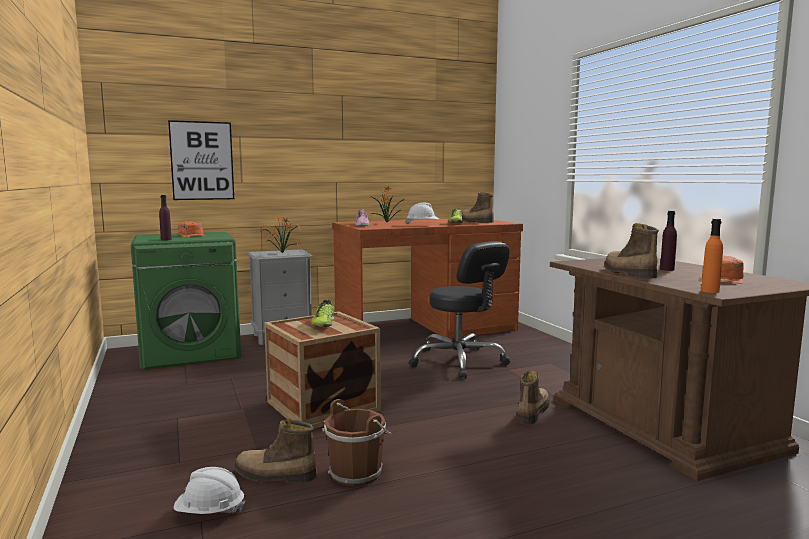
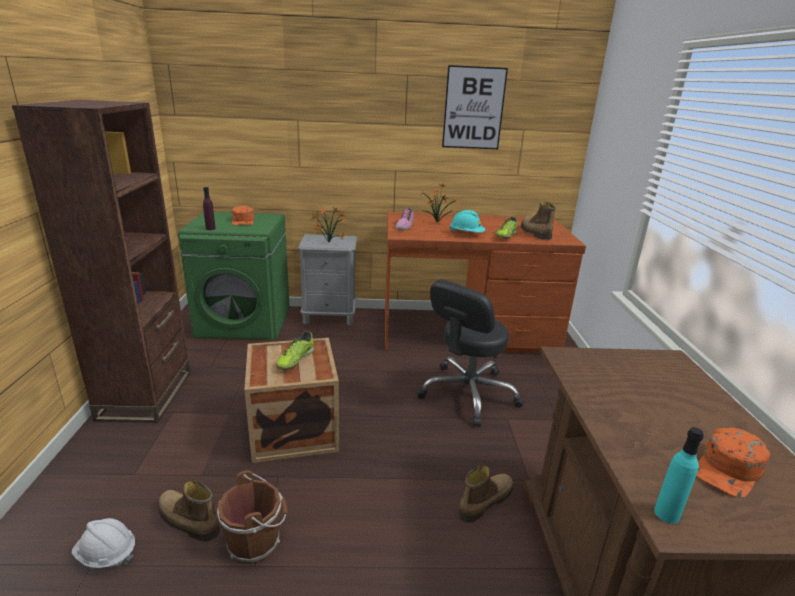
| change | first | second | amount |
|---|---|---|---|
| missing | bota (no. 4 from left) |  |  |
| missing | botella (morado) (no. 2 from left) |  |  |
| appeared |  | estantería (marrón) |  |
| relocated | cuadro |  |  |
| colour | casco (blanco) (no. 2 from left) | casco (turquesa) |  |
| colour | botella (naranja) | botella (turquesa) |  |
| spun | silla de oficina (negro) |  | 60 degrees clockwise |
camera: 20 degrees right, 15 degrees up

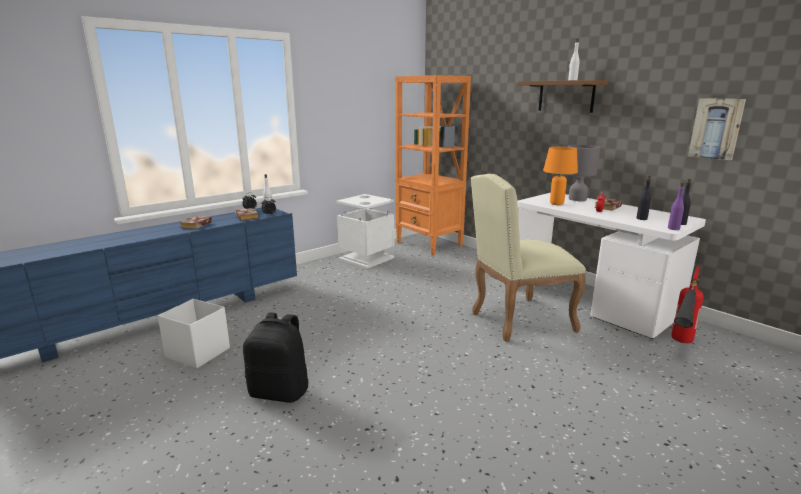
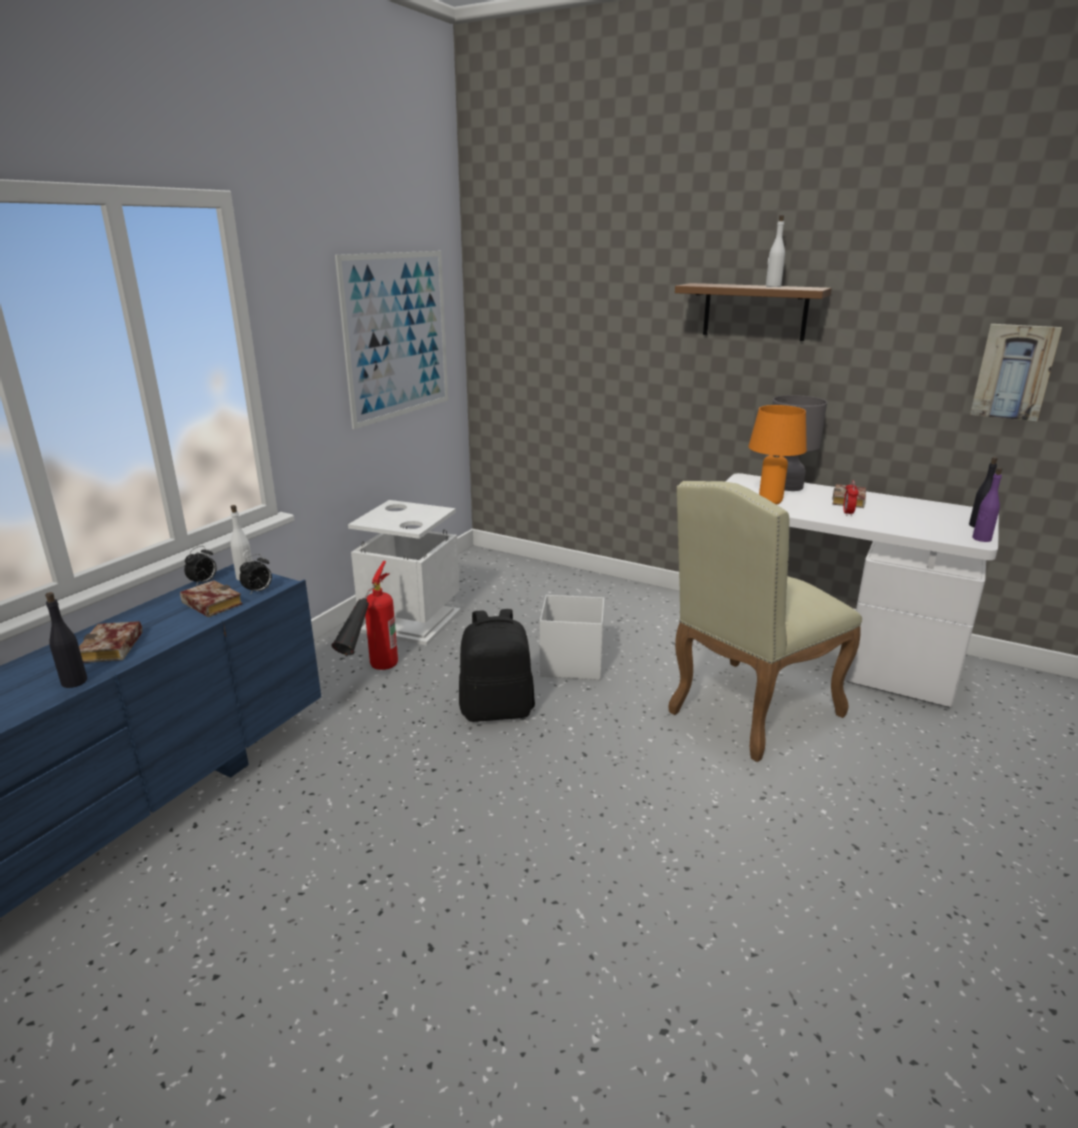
| change | first | second | amount |
|---|---|---|---|
| missing | estantería (naranja) |  |  |
| appeared |  | cuadro (no. 1 from left) |  |
| relocated | caja de almacenaje (blanco) |  |  |
| relocated | mochila (negro) |  |  |
| relocated | botella (negro) (no. 1 from left) |  |  |
| relocated | extintor |  |  |
camera: 20 degrees left, 5 degrees up

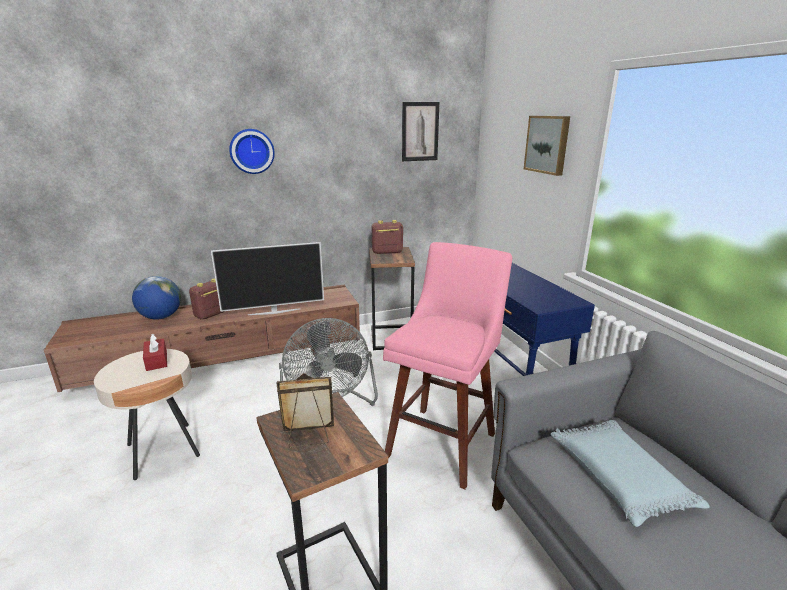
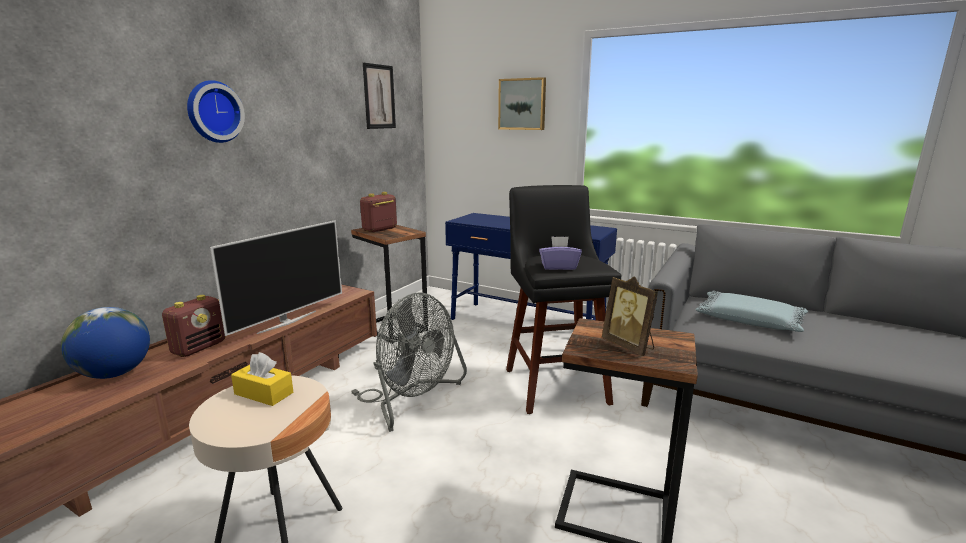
| change | first | second | amount |
|---|---|---|---|
| appeared |  | caja de pañuelos (morado) |  |
| colour | caja de pañuelos (rojo) | caja de pañuelos (amarillo) |  |
| colour | taburete (rosa) | taburete (negro) |  |
| spun | radio (no. 1 from left) |  | 150 degrees counterclockwise |
| spun | portarretratos |  | 75 degrees counterclockwise |
camera: 40 degrees left, 5 degrees down

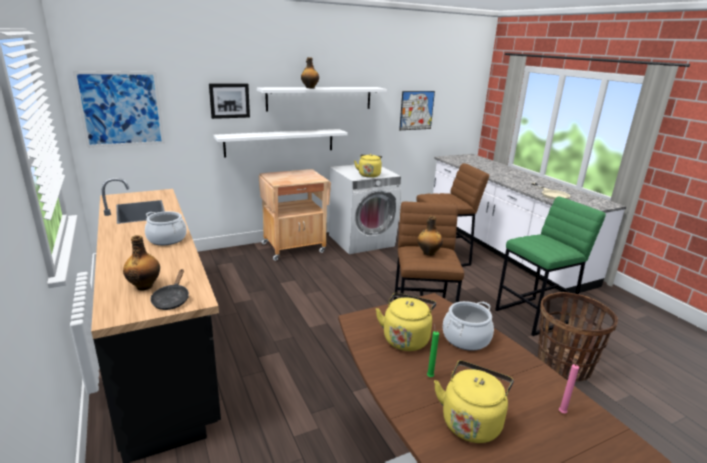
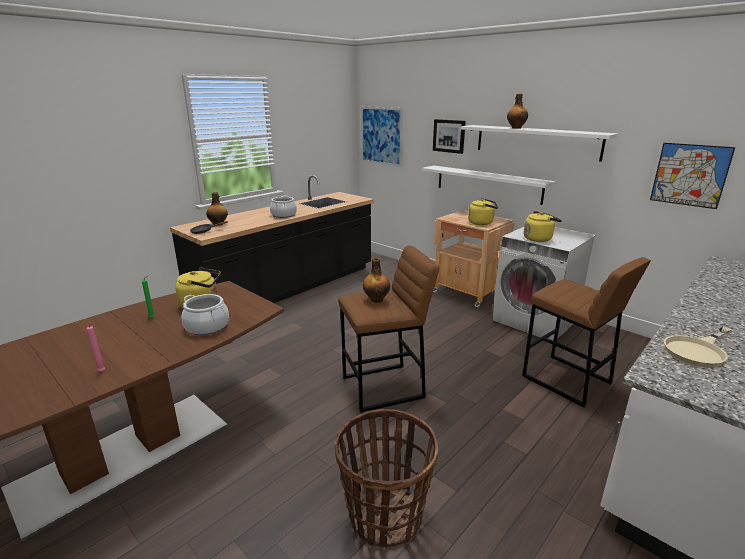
| change | first | second | amount |
|---|---|---|---|
| missing | taburete (verde) |  |  |
| relocated | hervidor (amarillo) (no. 3 from left in the first image) | hervidor (amarillo) (no. 2 from left) |  |
camera: 70 degrees right, 0 degrees up

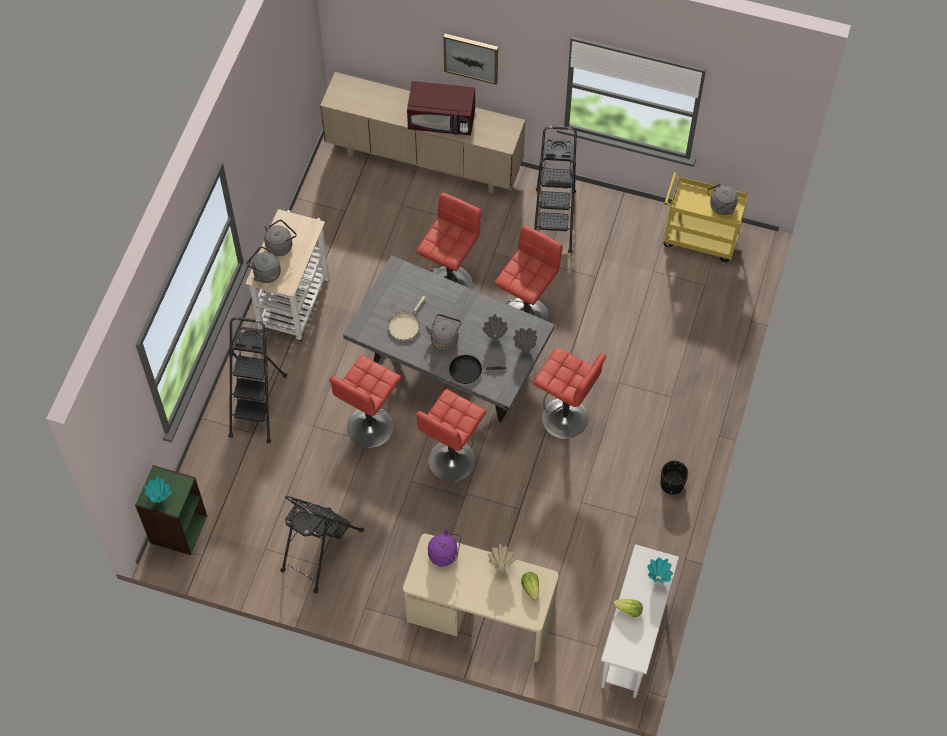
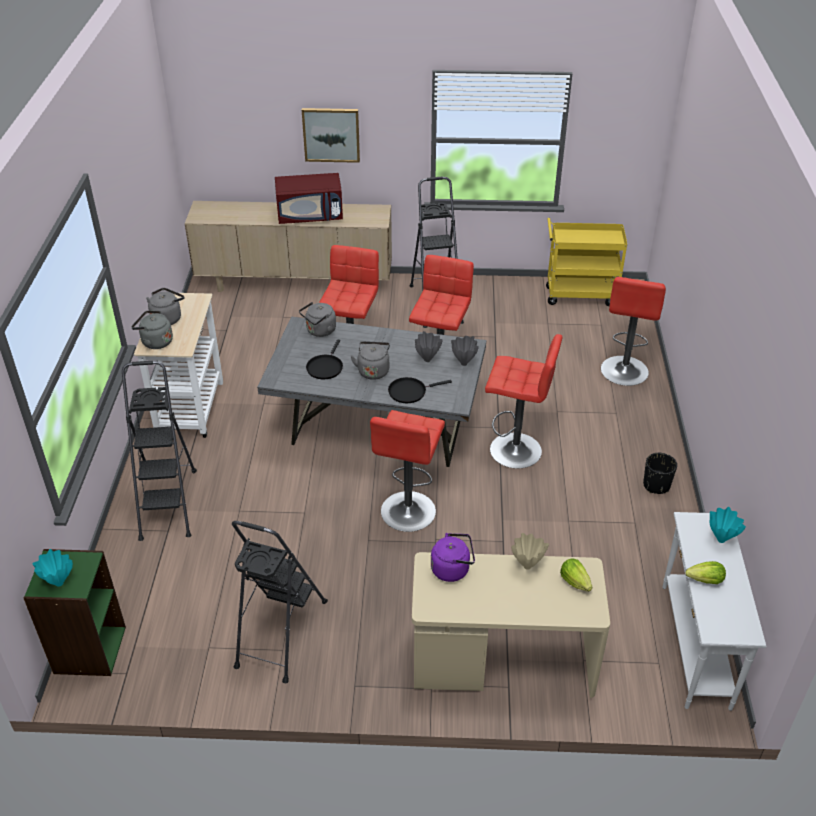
| change | first | second | amount |
|---|---|---|---|
| relocated | taburete (rojo) (no. 1 from left in the first image) | taburete (rojo) (no. 5 from left) |  |
| relocated | hervidor (gris) (no. 4 from left in the first image) | hervidor (gris) (no. 3 from left) |  |
| colour | sartén (beis) | sartén (negro) (no. 1 from left) |  |
camera: 15 degrees left, 20 degrees down

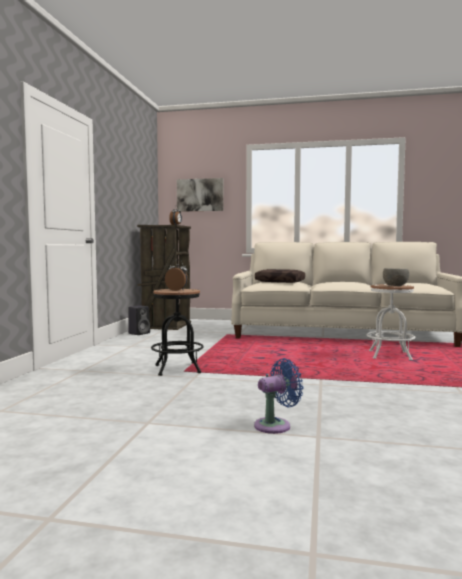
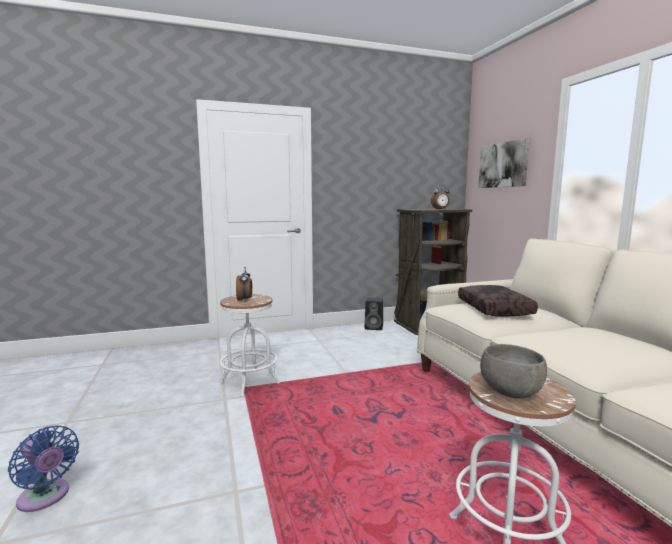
| change | first | second | amount |
|---|---|---|---|
| colour | taburete (negro) | taburete (blanco) (no. 1 from left) |  |
camera: 60 degrees right, 5 degrees up

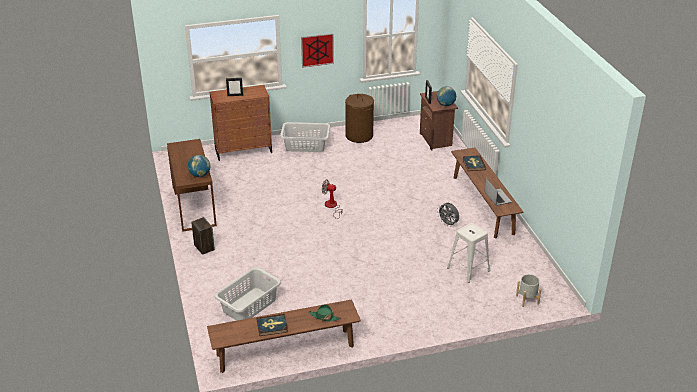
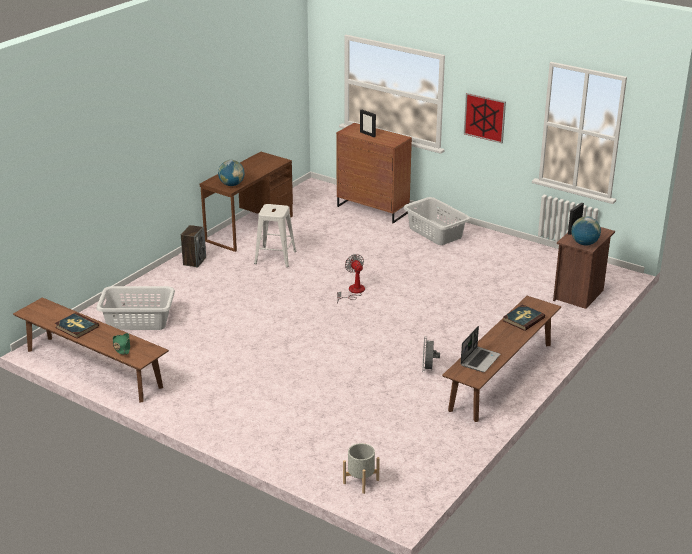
| change | first | second | amount |
|---|---|---|---|
| missing | cesto de la ropa (marrón) |  |  |
| relocated | taburete (blanco) |  |  |
camera: 50 degrees right, 5 degrees down

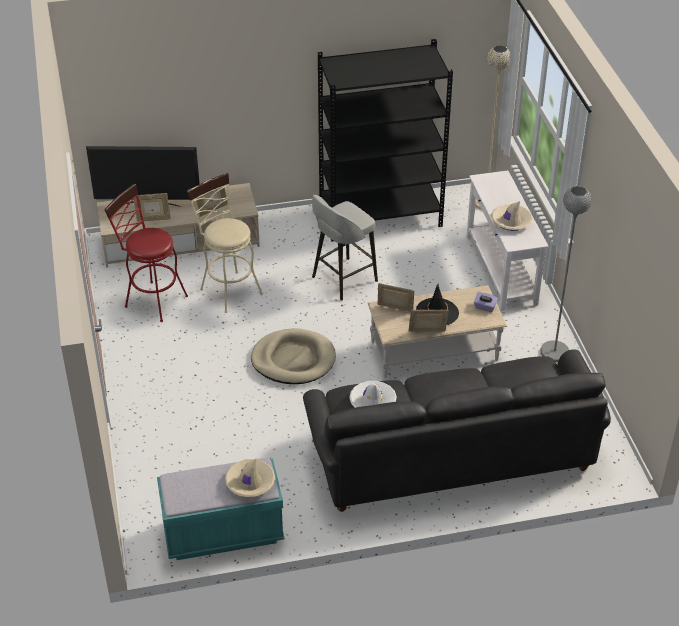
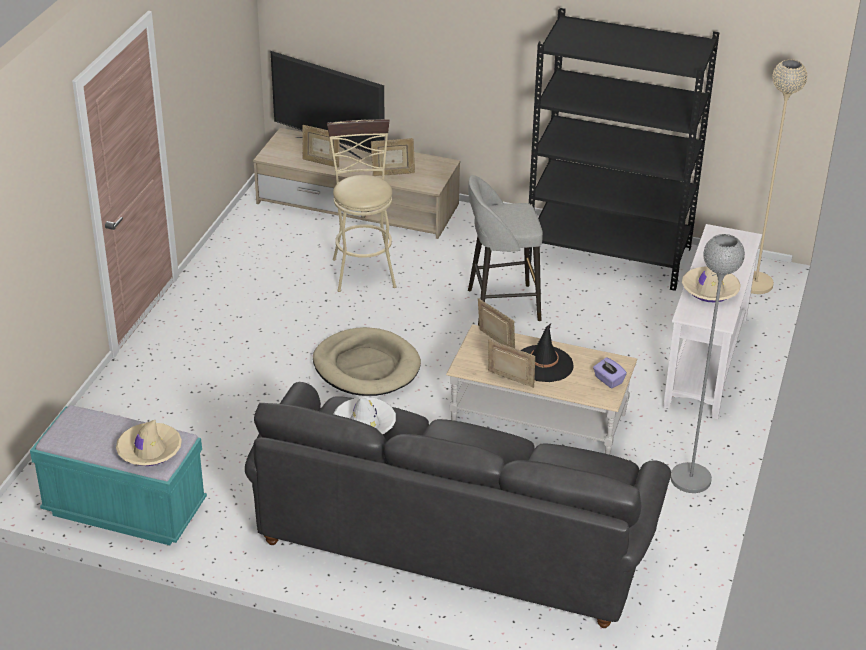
| change | first | second | amount |
|---|---|---|---|
| missing | taburete (rojo) |  |  |
camera: 30 degrees right, 5 degrees down

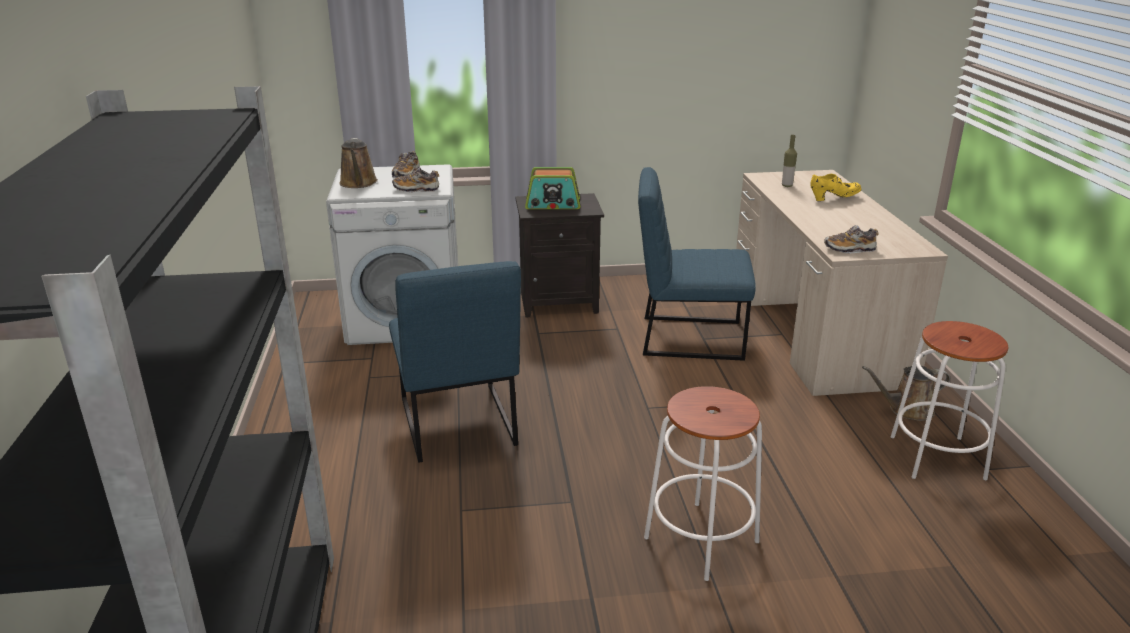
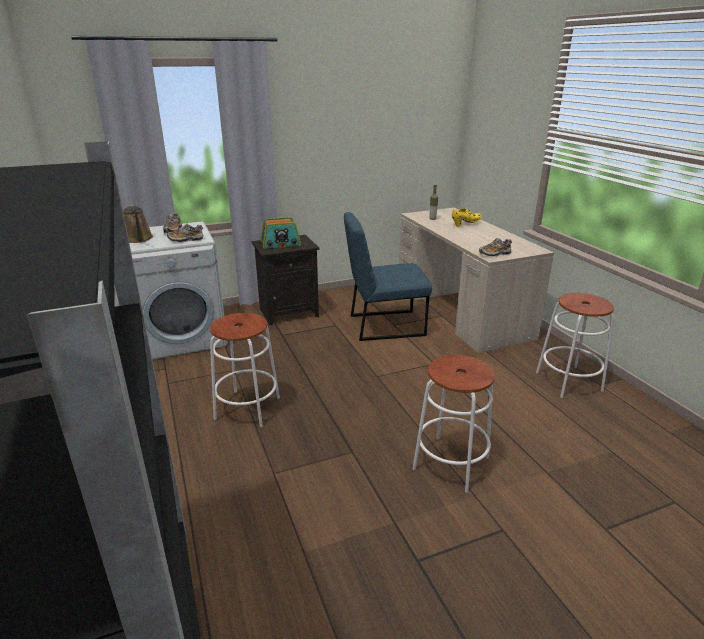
| change | first | second | amount |
|---|---|---|---|
| missing | regadera (marrón) (no. 2 from left) |  |  |
| exchanged | silla (azul) (no. 1 from left) | taburete (blanco) (no. 1 from left) |  |
camera: 15 degrees left, 0 degrees up

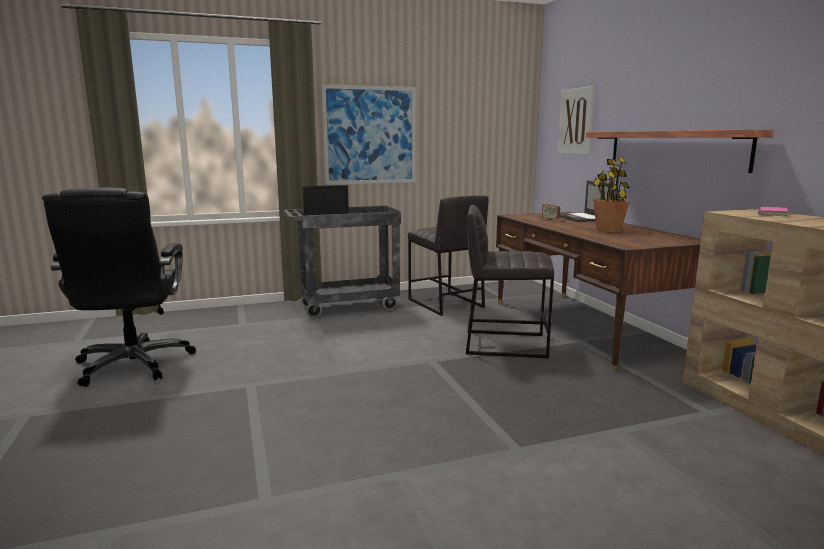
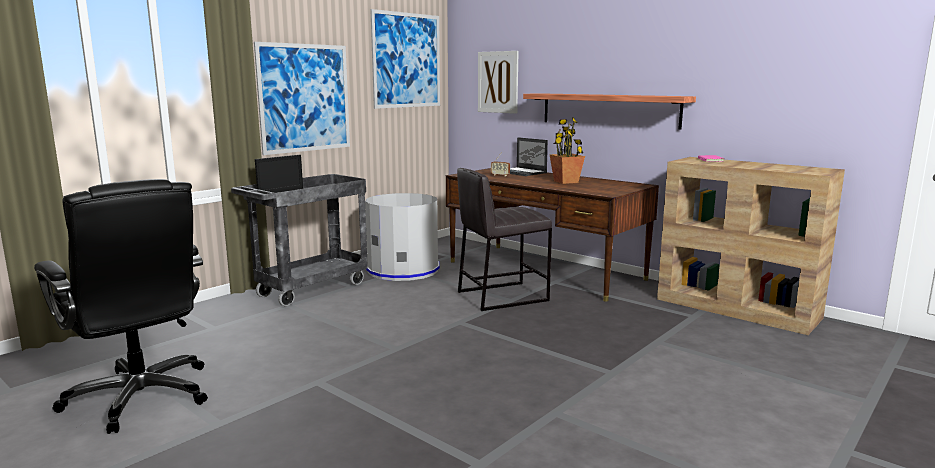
| change | first | second | amount |
|---|---|---|---|
| appeared |  | cuadro (no. 2 from left) |  |
| exchanged | taburete (gris) (no. 1 from left) | papelera (gris) |  |
camera: 30 degrees left, 0 degrees up

